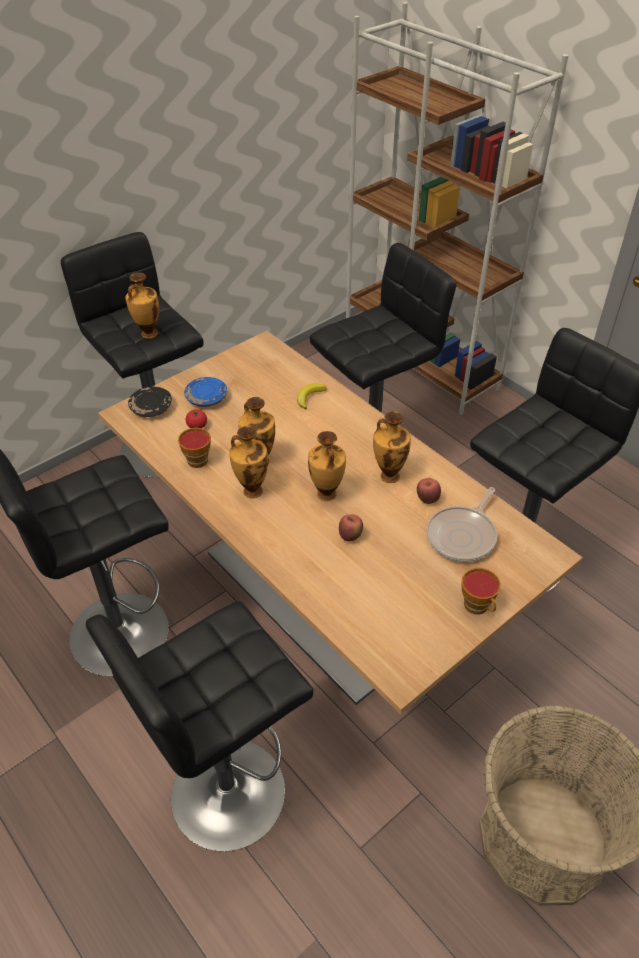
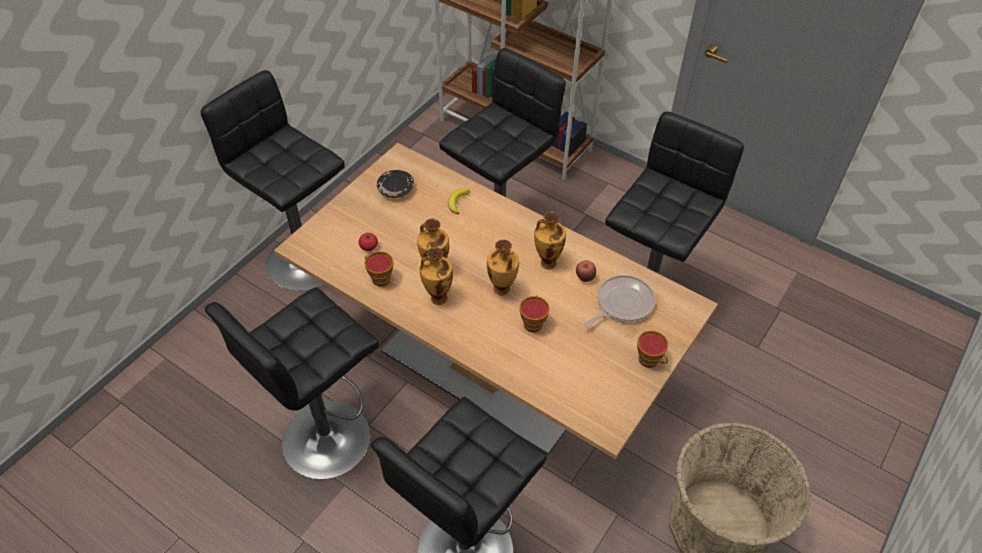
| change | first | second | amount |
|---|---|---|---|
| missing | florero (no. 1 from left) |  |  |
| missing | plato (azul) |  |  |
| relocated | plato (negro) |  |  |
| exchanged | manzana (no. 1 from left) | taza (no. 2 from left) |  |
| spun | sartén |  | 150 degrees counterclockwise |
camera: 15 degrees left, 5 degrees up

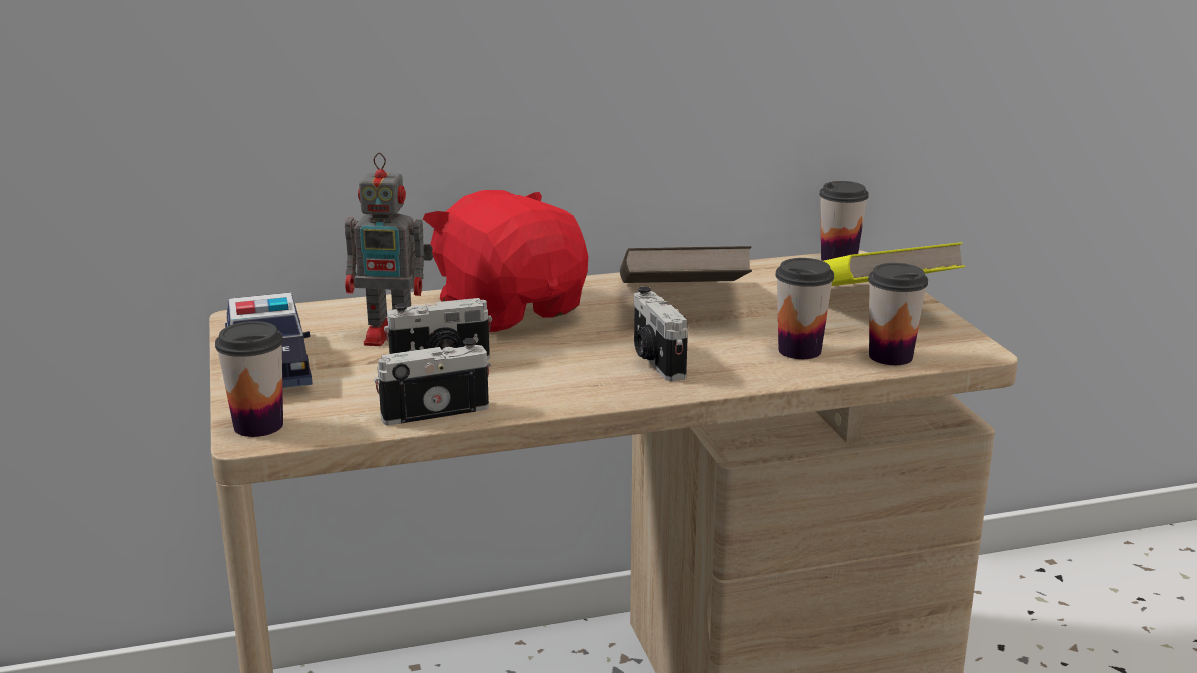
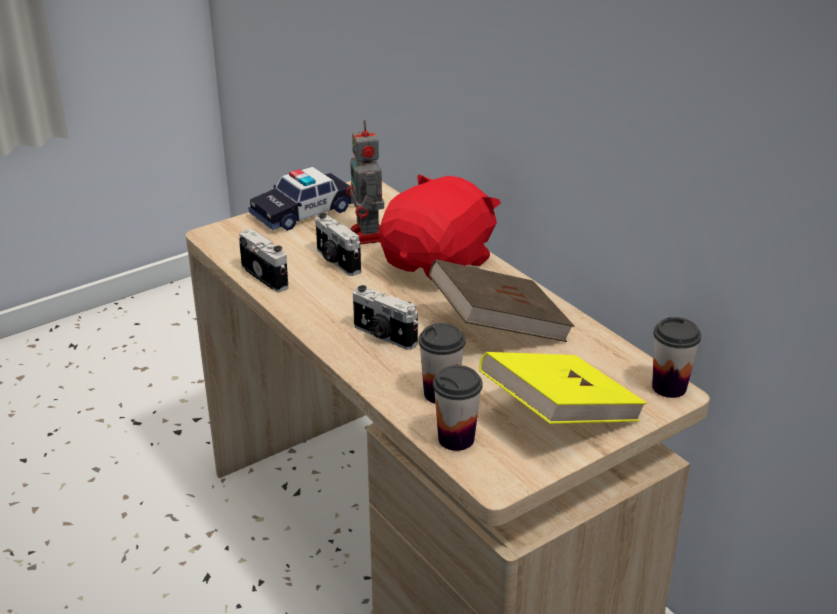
| change | first | second | amount |
|---|---|---|---|
| missing | taza (no. 1 from left) |  |  |
| spun | cámara (no. 3 from left) |  | 105 degrees counterclockwise |
camera: 70 degrees right, 10 degrees up

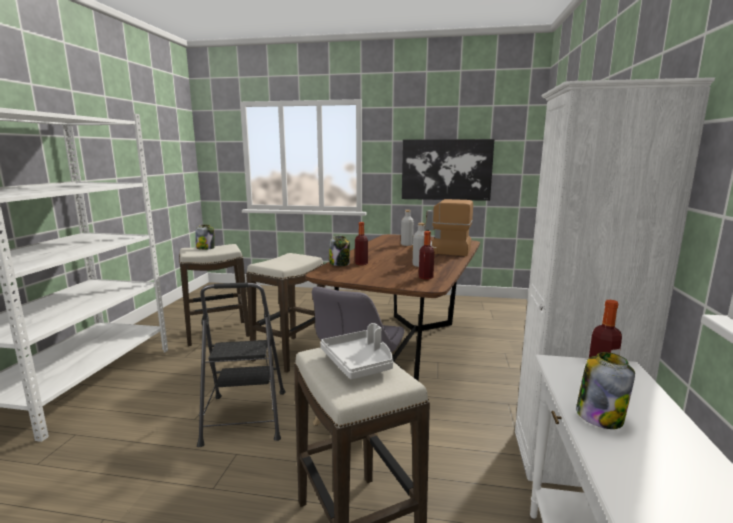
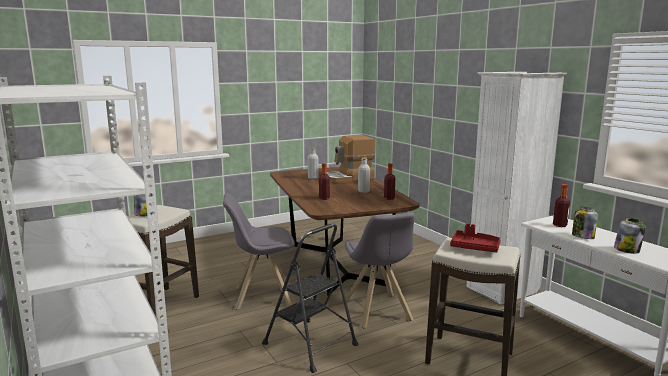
| change | first | second | amount |
|---|---|---|---|
| missing | cuadro |  |  |
| relocated | tarro (no. 2 from left in the first image) | tarro (no. 3 from left) |  |
| exchanged | taburete (no. 2 from left) | silla (gris) (no. 1 from left) |  |
| colour | bandeja (gris) | bandeja (rojo) |  |
camera: 40 degrees left, 0 degrees up

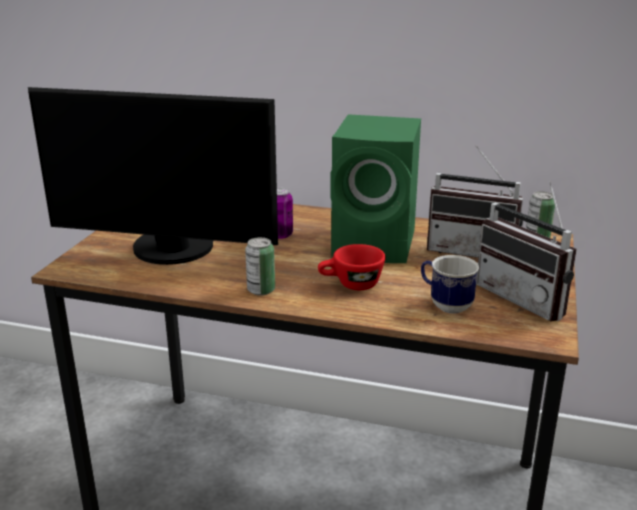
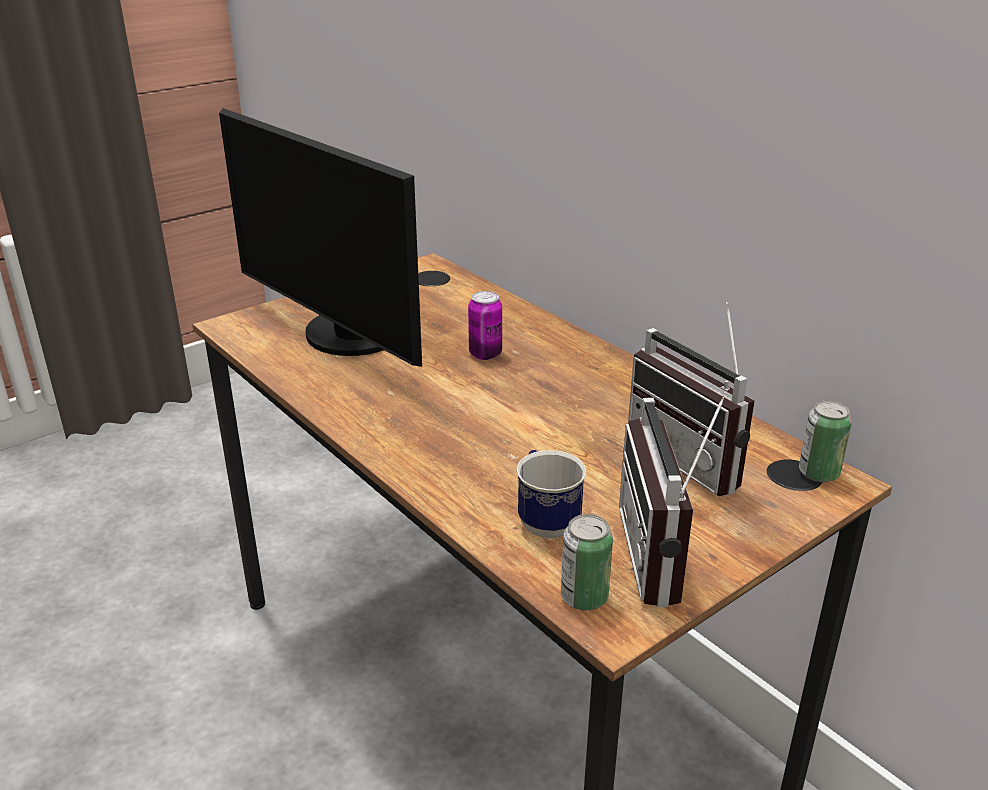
| change | first | second | amount |
|---|---|---|---|
| missing | taza (rojo) |  |  |
| missing | altavoz (verde) |  |  |
| relocated | lata (no. 1 from left in the first image) | lata (no. 2 from left) |  |
camera: 35 degrees right, 5 degrees up

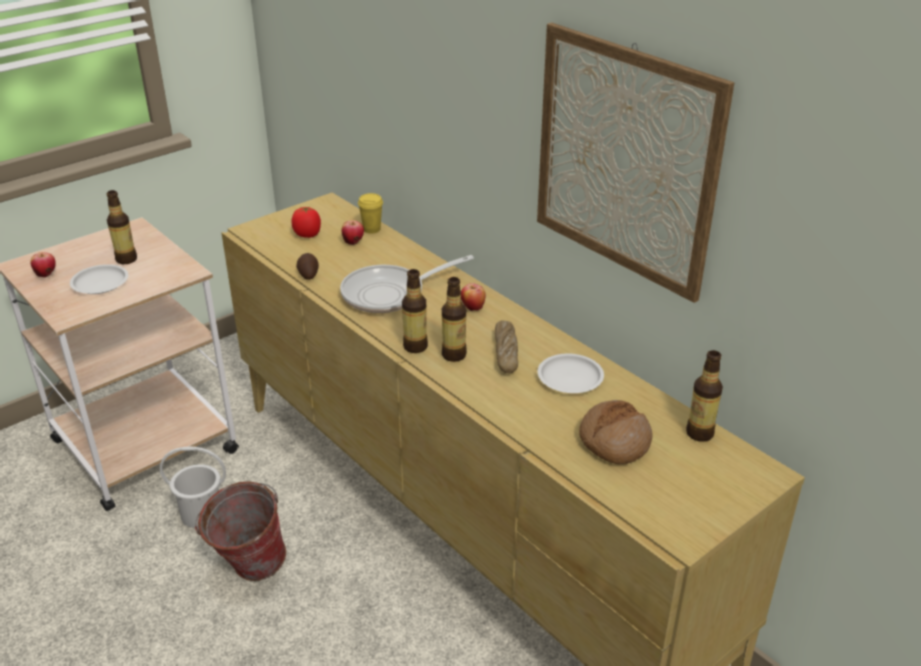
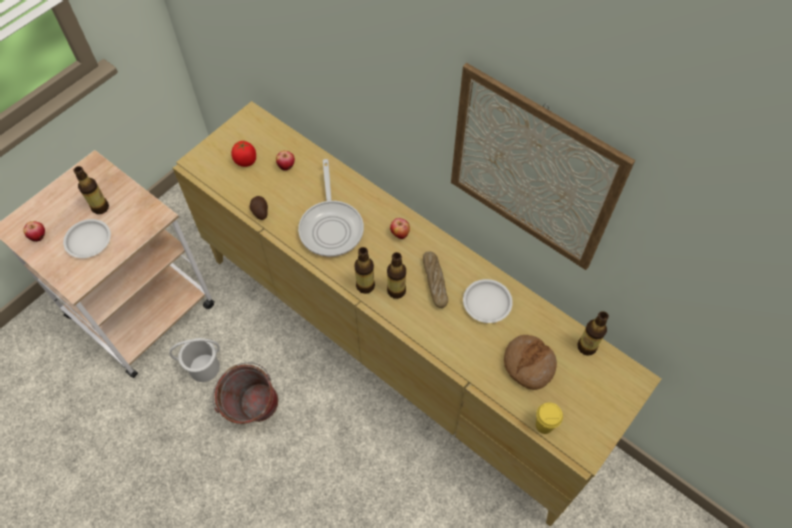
| change | first | second | amount |
|---|---|---|---|
| relocated | taza (amarillo) |  |  |
| spun | sartén |  | 60 degrees counterclockwise |
camera: 10 degrees left, 25 degrees up

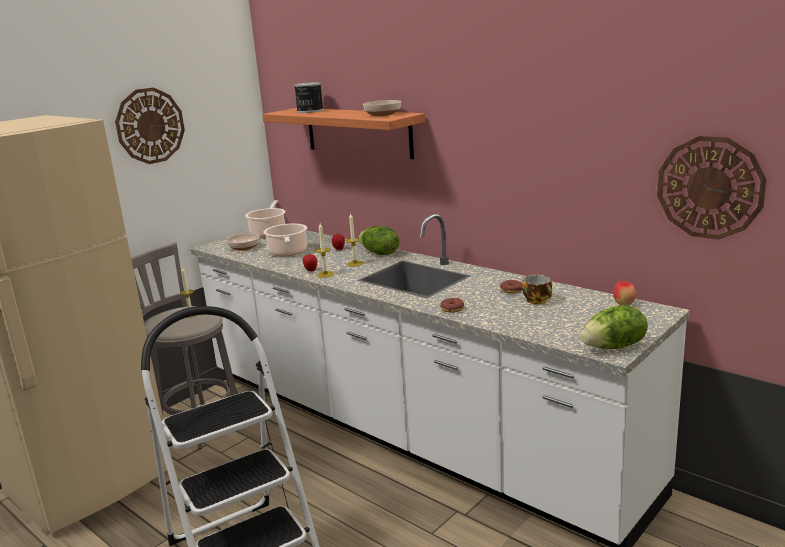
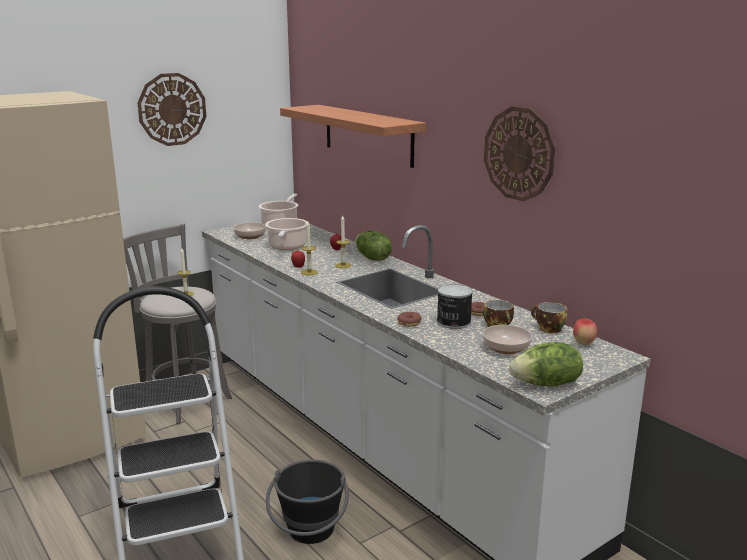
| change | first | second | amount |
|---|---|---|---|
| appeared |  | cubo (negro) |  |
| appeared |  | taza (no. 2 from left) |  |
| relocated | lata |  |  |
| relocated | cuenco (no. 2 from left) |  |  |
| relocated | reloj de pared (no. 2 from left) |  |  |
camera: 10 degrees right, 0 degrees up

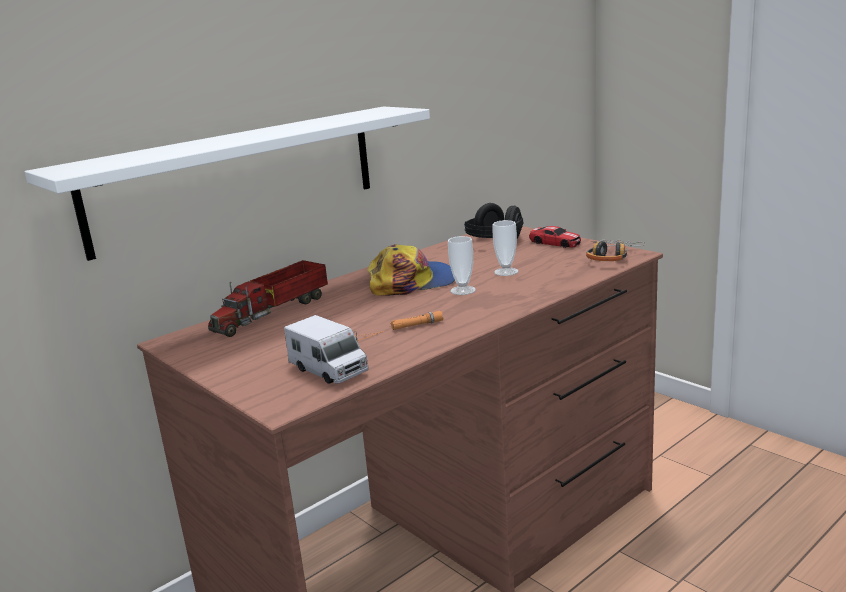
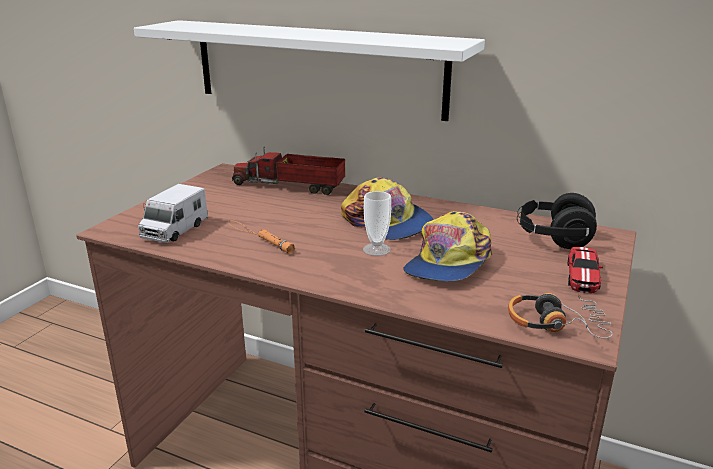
| change | first | second | amount |
|---|---|---|---|
| exchanged | taza (no. 2 from left) | gorra (no. 2 from left) |  |
camera: 65 degrees right, 5 degrees up

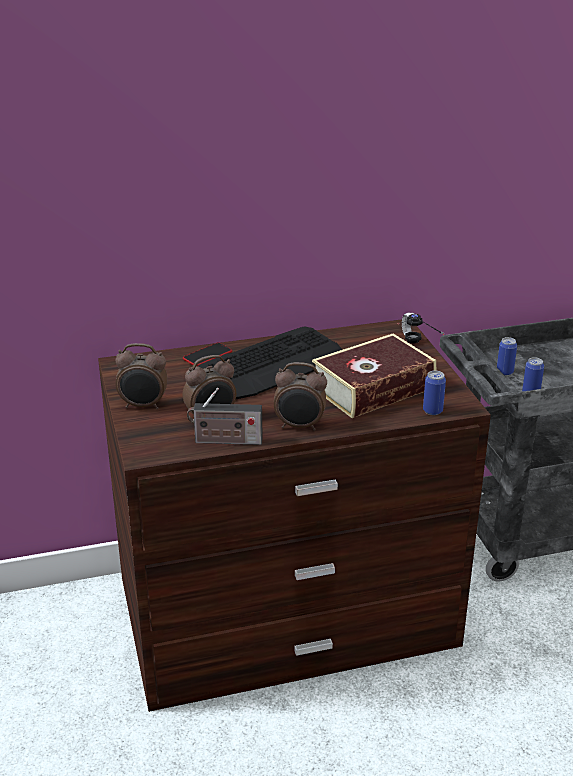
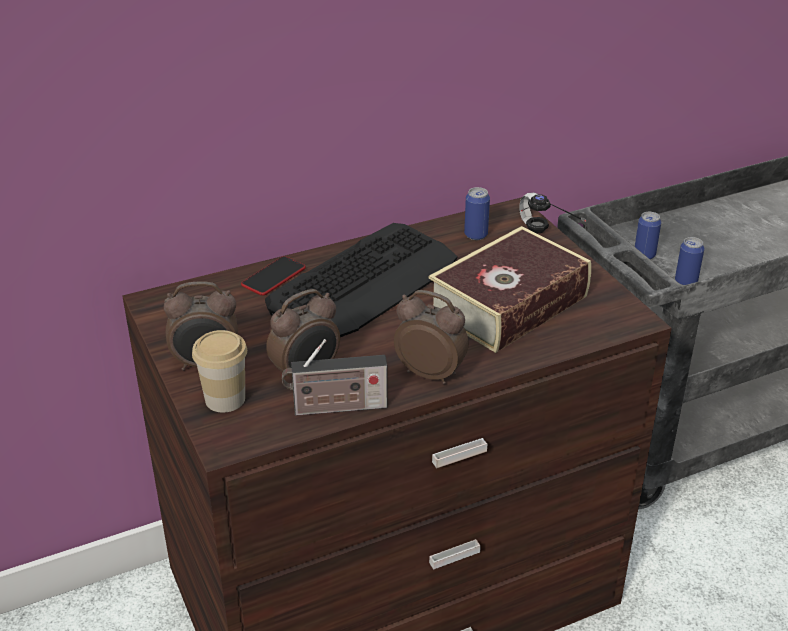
| change | first | second | amount |
|---|---|---|---|
| appeared |  | taza |  |
| relocated | lata (no. 1 from left) |  |  |
| spun | despertador (no. 3 from left) |  | 150 degrees counterclockwise |
camera: 10 degrees left, 5 degrees up

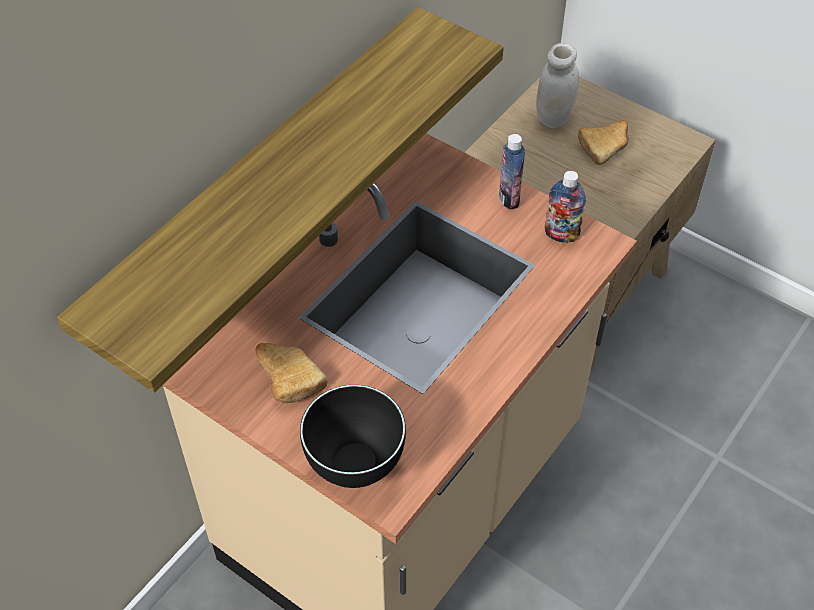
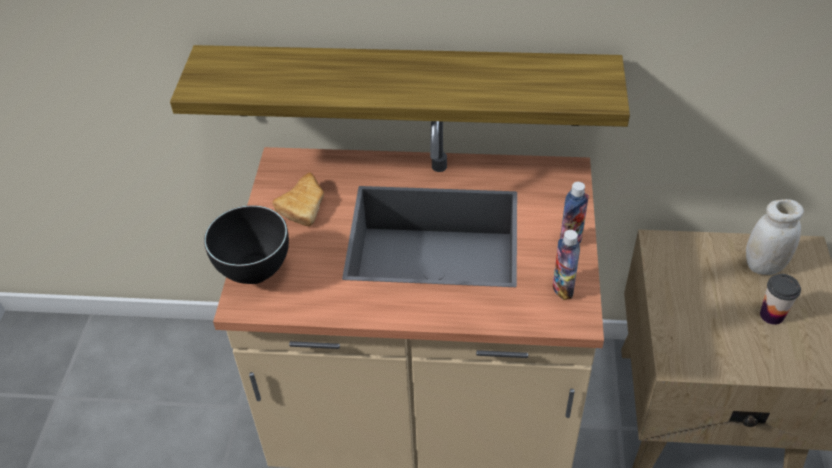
| change | first | second | amount |
|---|---|---|---|
| exchanged | pan (no. 2 from left) | taza |  |
camera: 60 degrees right, 5 degrees down

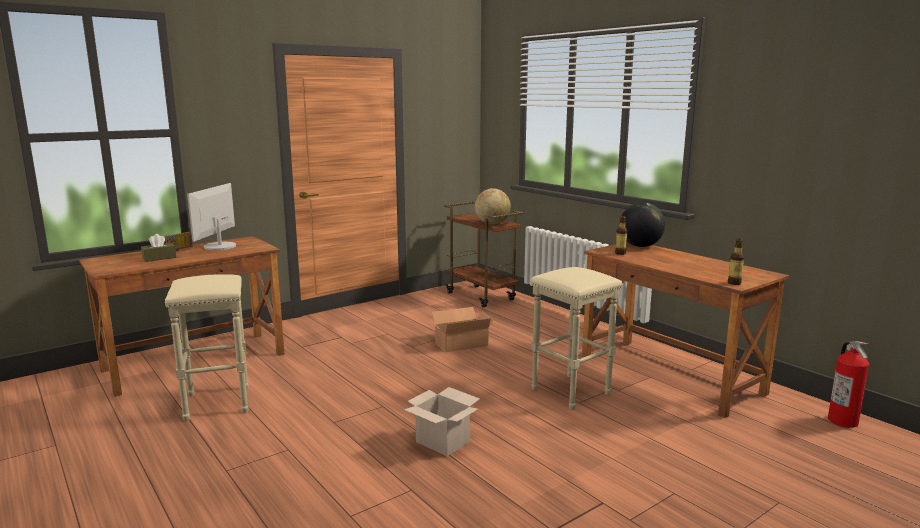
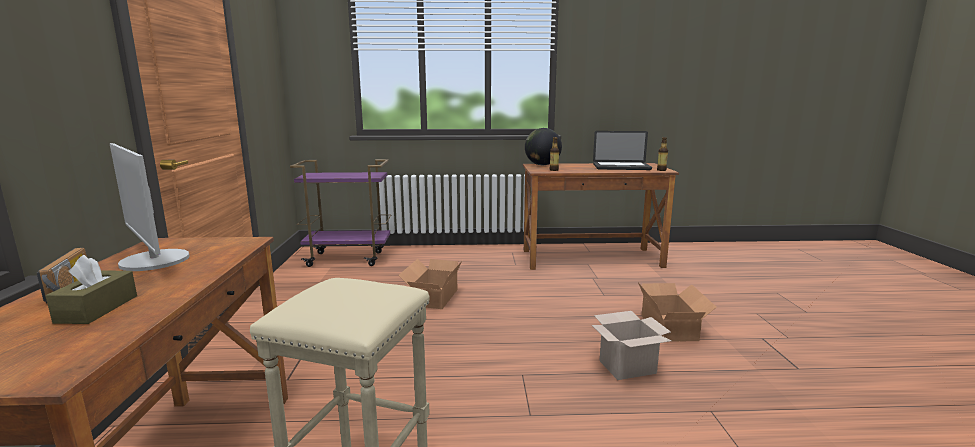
| change | first | second | amount |
|---|---|---|---|
| missing | globo terráqueo (no. 1 from left) |  |  |
| missing | taburete (beis) (no. 2 from left) |  |  |
| missing | extintor |  |  |
| appeared |  | portátil |  |
| appeared |  | caja de cartón (no. 3 from left) |  |
| colour | carrito (marrón) | carrito (morado) |  |
camera: 55 degrees left, 0 degrees up

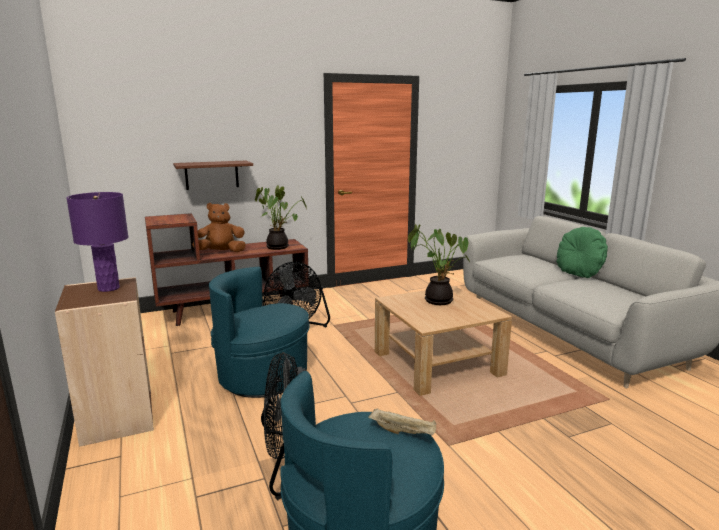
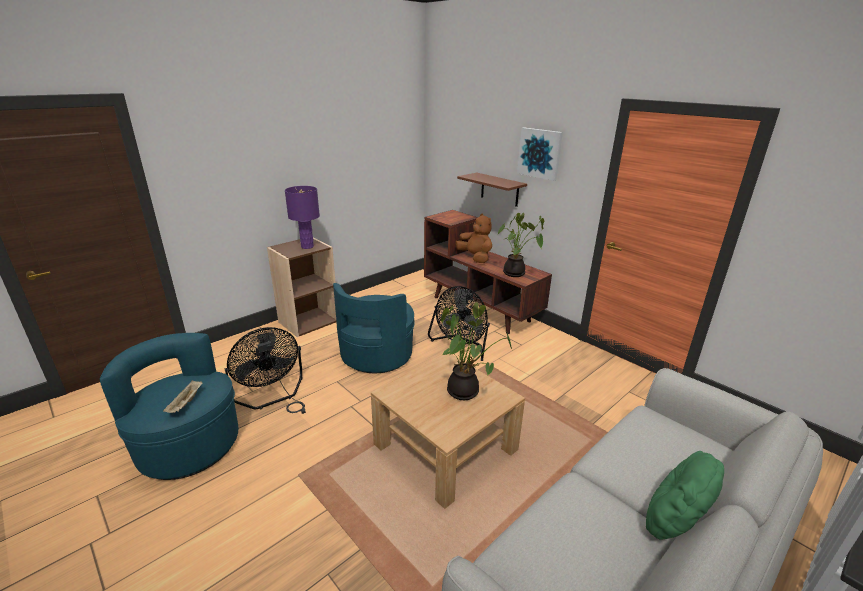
| change | first | second | amount |
|---|---|---|---|
| appeared |  | cuadro |  |
| spun | sillón (turquesa) (no. 1 from left in the first image) | sillón (turquesa) (no. 2 from left) | 150 degrees counterclockwise |
camera: 70 degrees right, 10 degrees up

